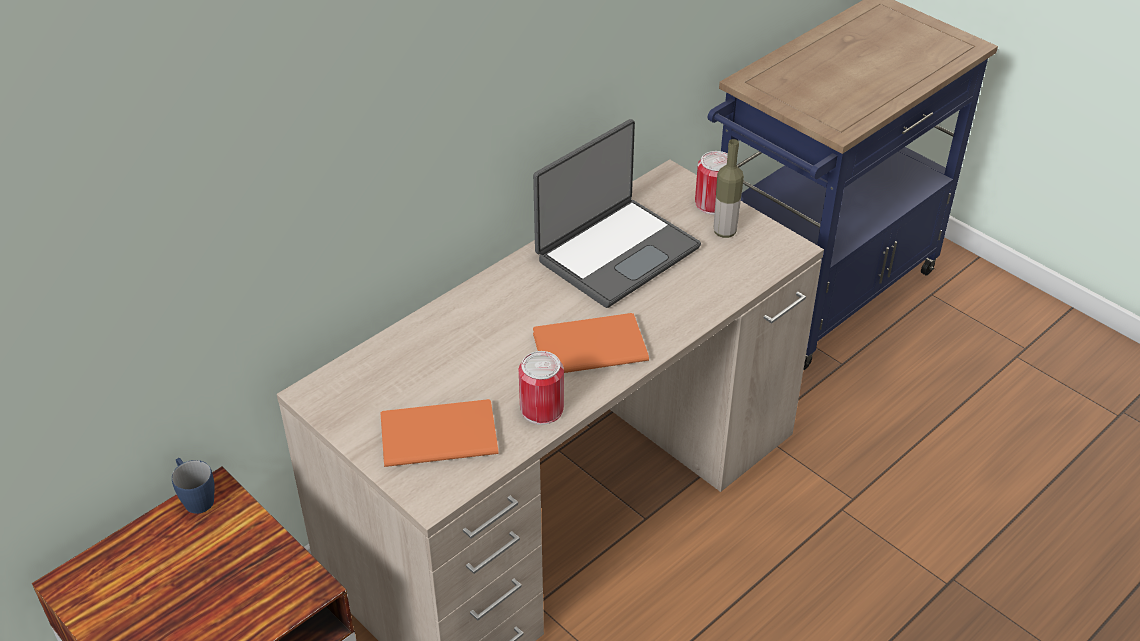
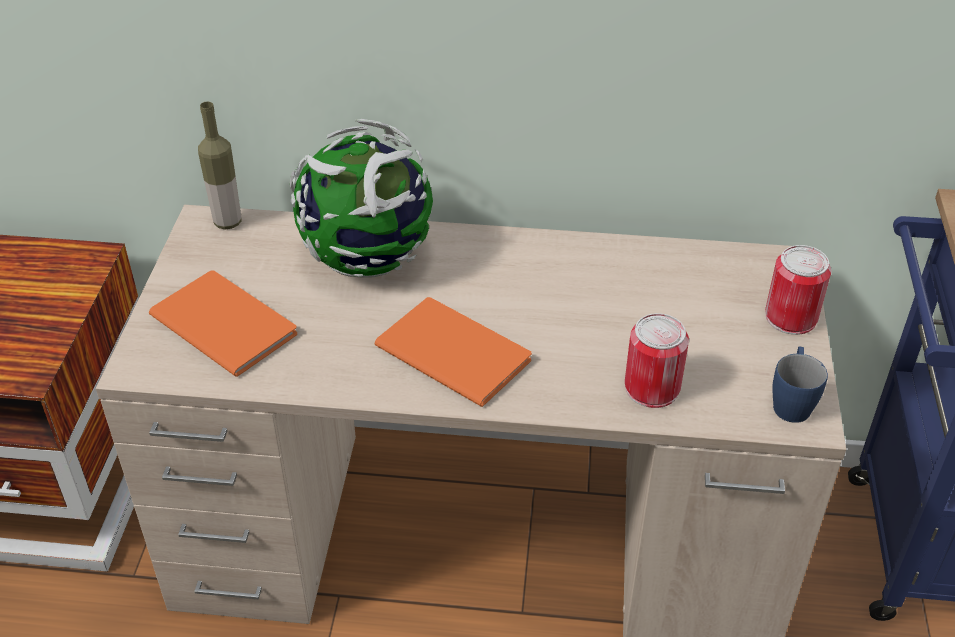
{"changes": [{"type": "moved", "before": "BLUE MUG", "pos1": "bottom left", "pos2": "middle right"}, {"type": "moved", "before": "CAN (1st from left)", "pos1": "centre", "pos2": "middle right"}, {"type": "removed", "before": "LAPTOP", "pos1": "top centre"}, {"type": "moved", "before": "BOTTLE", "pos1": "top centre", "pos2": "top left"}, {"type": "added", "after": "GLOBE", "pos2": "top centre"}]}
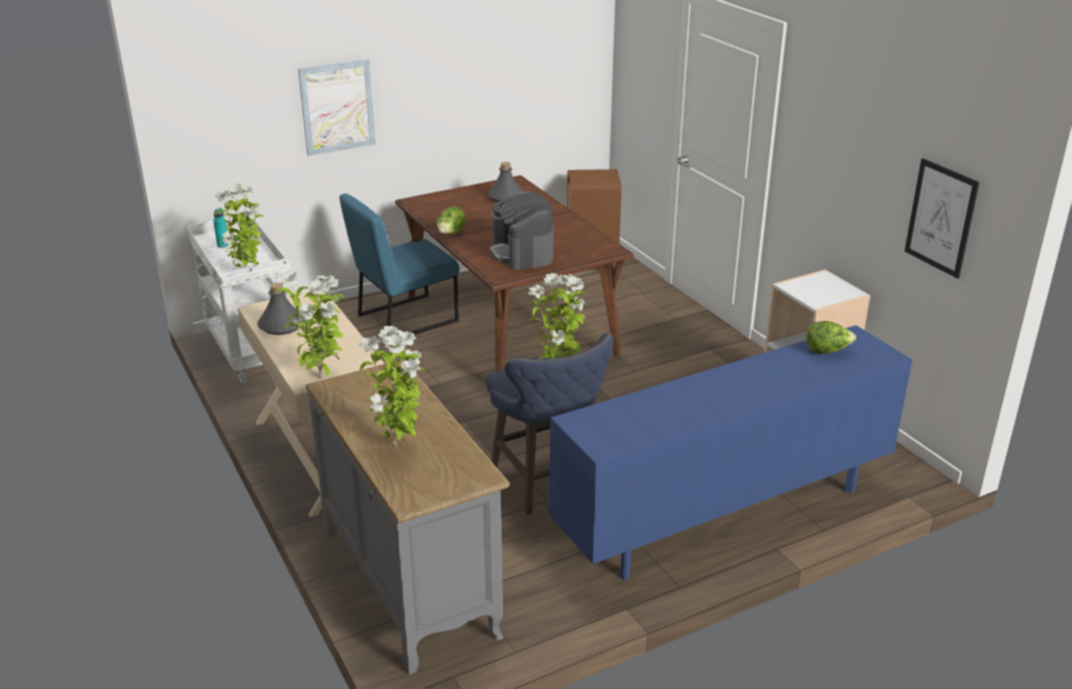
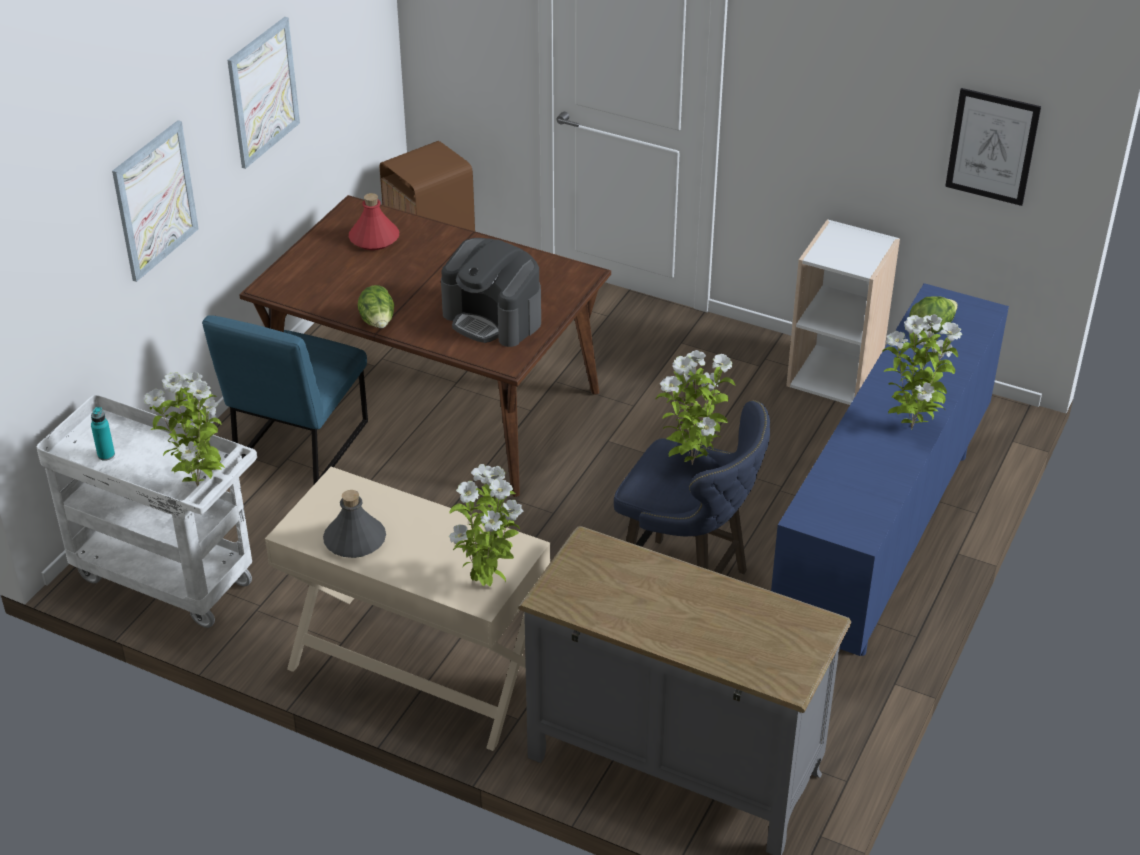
{"changes": [{"type": "moved", "before": "POTTED PLANT (3rd from left in the first image)", "after": "POTTED PLANT (4th from left)", "pos1": "centre", "pos2": "middle right"}, {"type": "recoloured", "before": "GREY BOTTLE (2nd from left)", "after": "RED BOTTLE", "pos1": "top centre", "pos2": "top left"}, {"type": "added", "after": "PICTURE (2nd from left)", "pos2": "top left"}]}
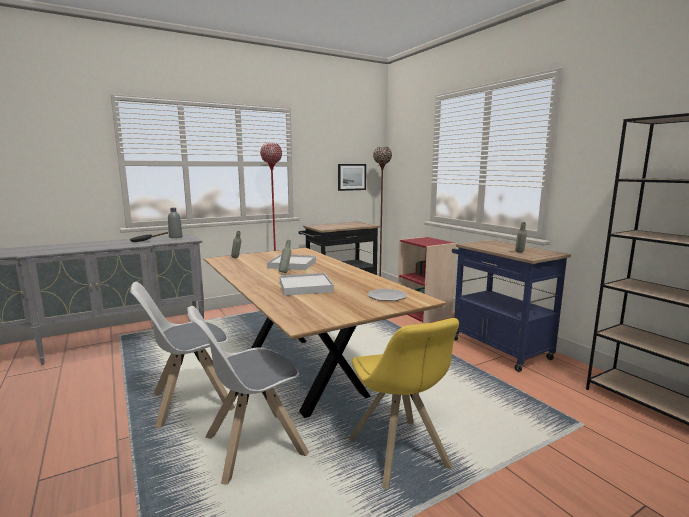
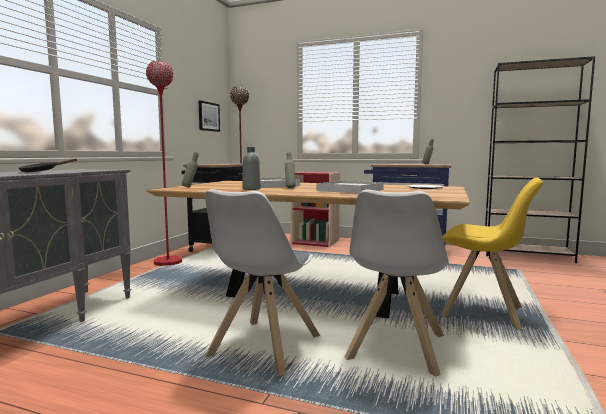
{"changes": [{"type": "moved", "before": "GREY BOTTLE (1st from left in the first image)", "after": "GREY BOTTLE (2nd from left)", "pos1": "middle left", "pos2": "centre"}]}
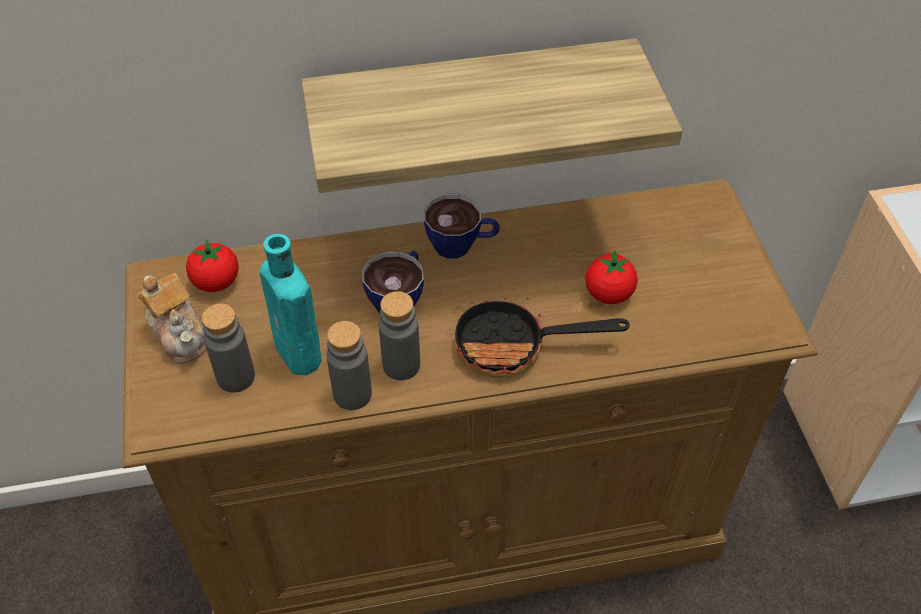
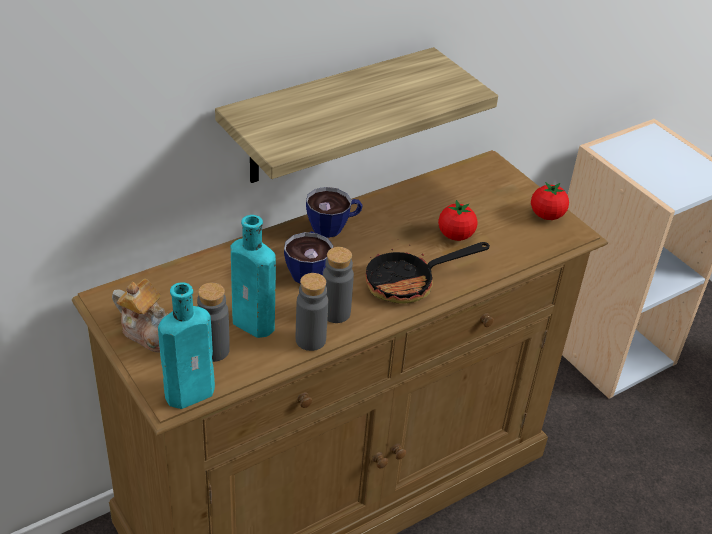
{"changes": [{"type": "moved", "before": "TOMATO (1st from left in the first image)", "after": "TOMATO (2nd from left)", "pos1": "middle left", "pos2": "middle right"}, {"type": "added", "after": "TURQUOISE BOTTLE (1st from left)", "pos2": "middle left"}]}
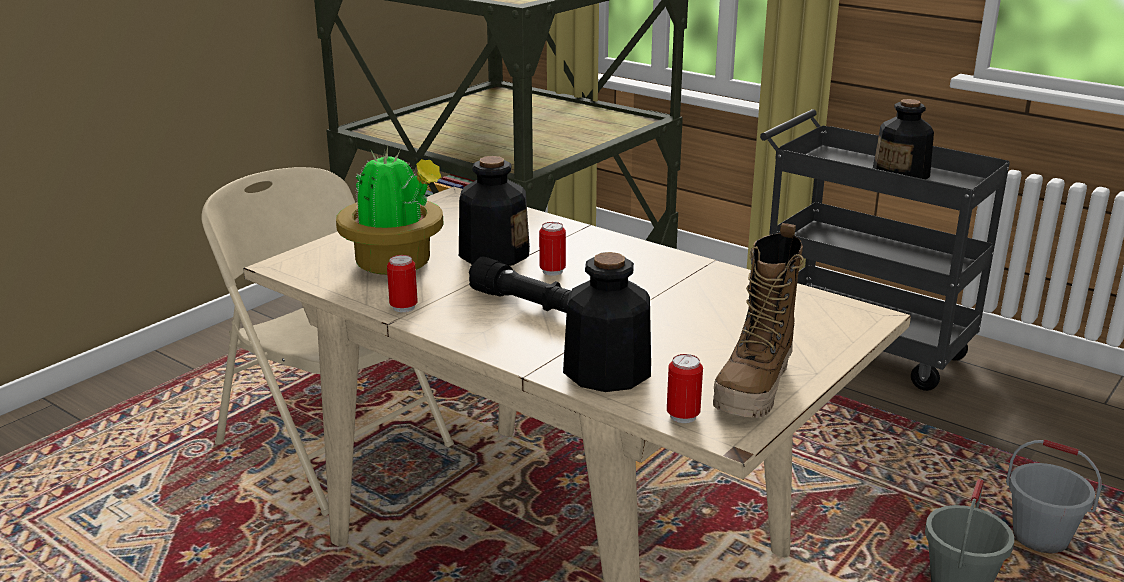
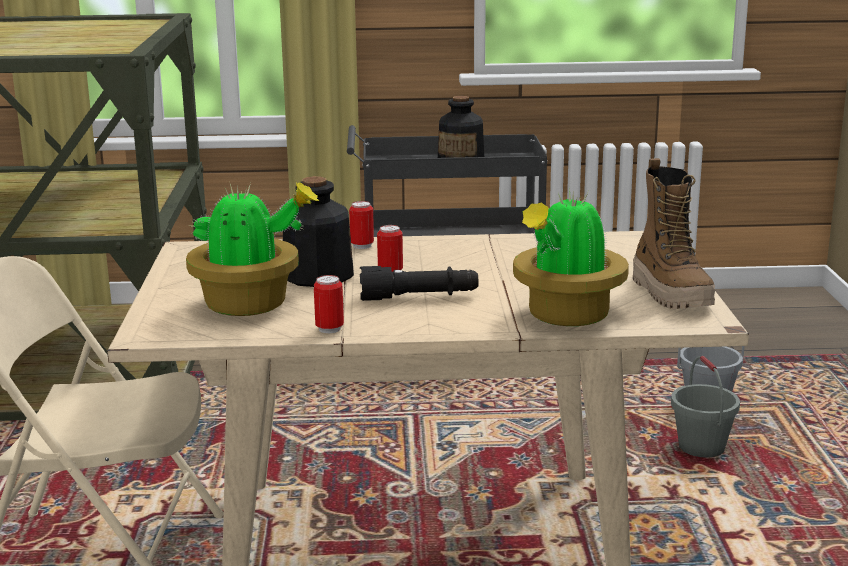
{"changes": [{"type": "replaced", "before": "BOTTLE (2nd from left)", "after": "POTTED PLANT (2nd from left)", "pos1": "centre", "pos2": "middle right"}, {"type": "moved", "before": "CAN (3rd from left in the first image)", "after": "CAN (2nd from left)", "pos1": "bottom centre", "pos2": "centre"}]}
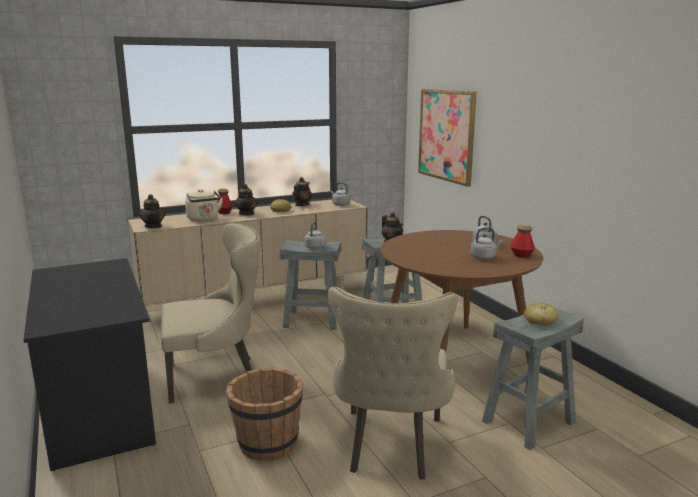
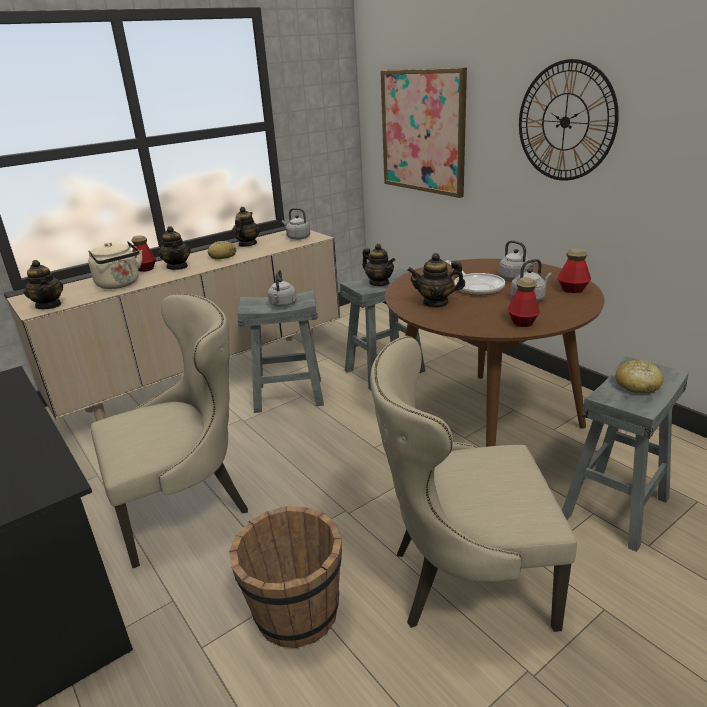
{"changes": [{"type": "turned", "before": "BEIGE CHAIR (2nd from left)", "pos1": "bottom centre", "pos2": "bottom right", "turn": 90}, {"type": "added", "after": "TEAPOT (5th from left)", "pos2": "centre"}, {"type": "added", "after": "FRYING PAN", "pos2": "middle right"}, {"type": "added", "after": "BOTTLE (2nd from left)", "pos2": "middle right"}, {"type": "added", "after": "WALL CLOCK", "pos2": "top right"}]}
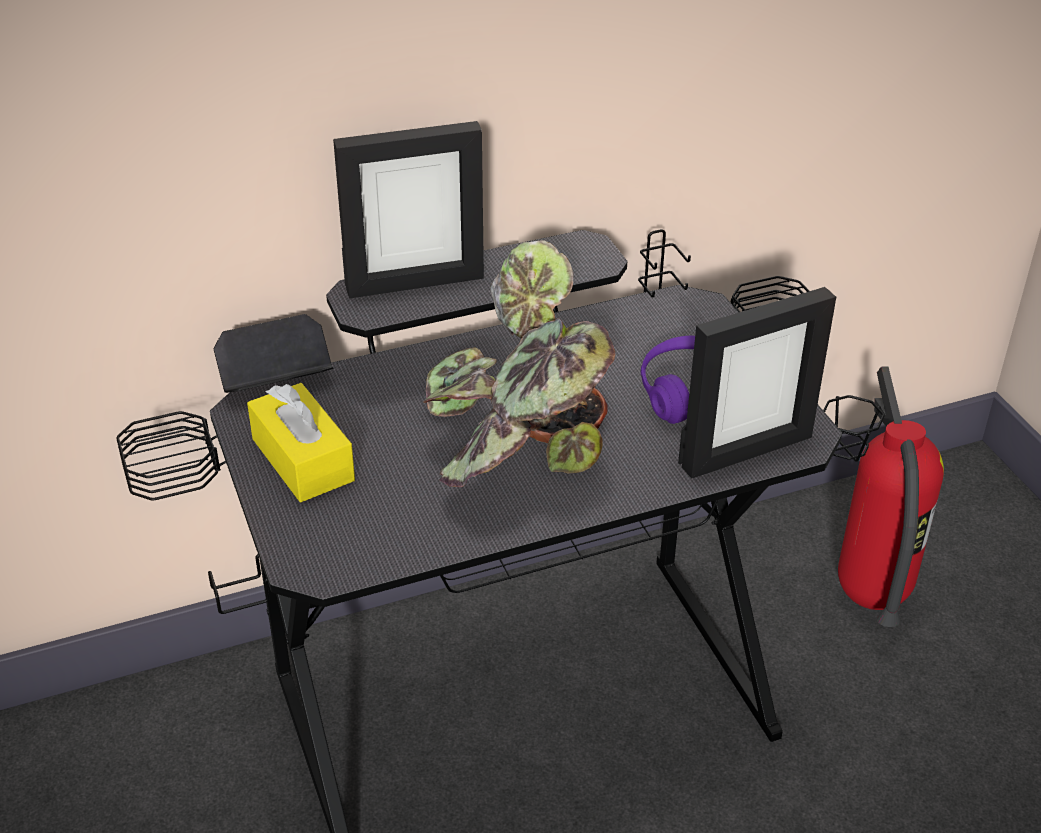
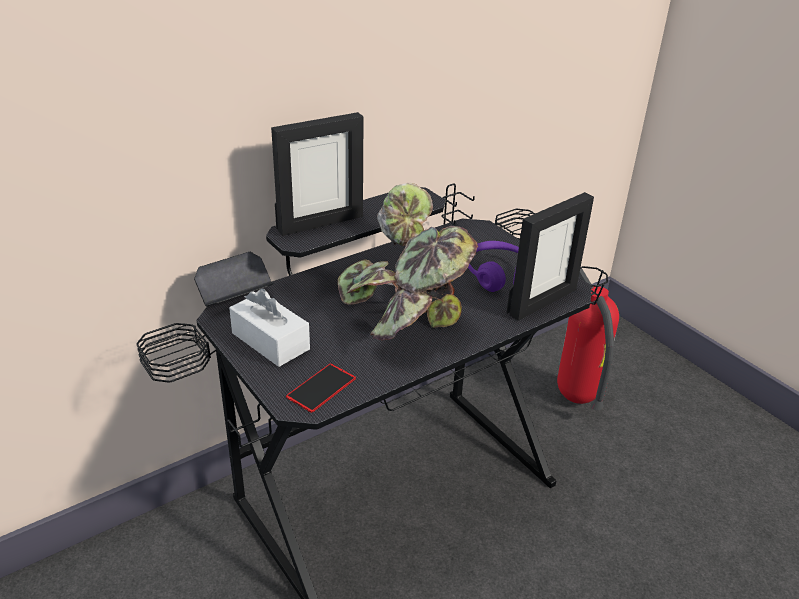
{"changes": [{"type": "recoloured", "before": "YELLOW TISSUE BOX", "after": "WHITE TISSUE BOX", "pos1": "middle left", "pos2": "centre"}, {"type": "added", "after": "PHONE", "pos2": "centre"}]}
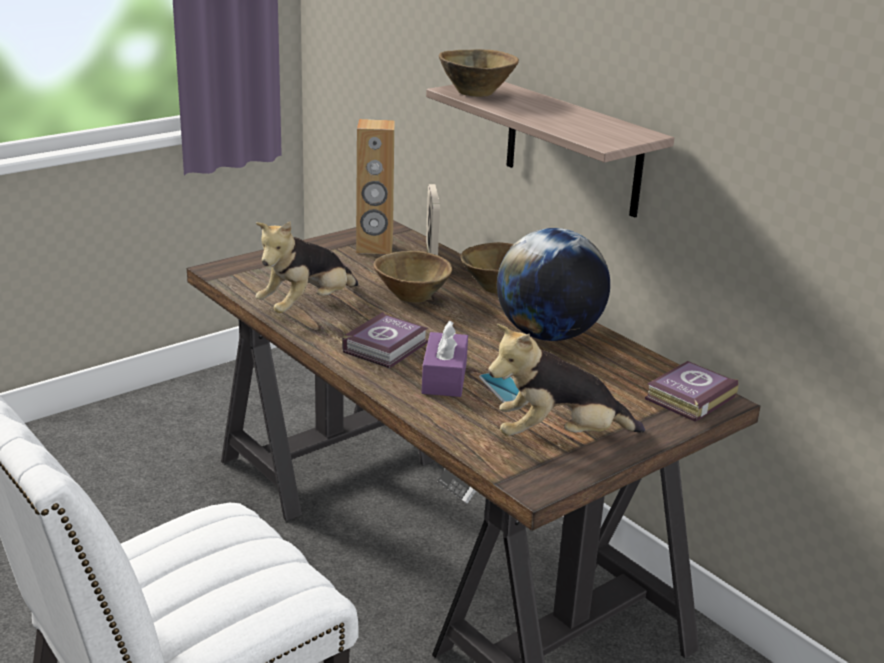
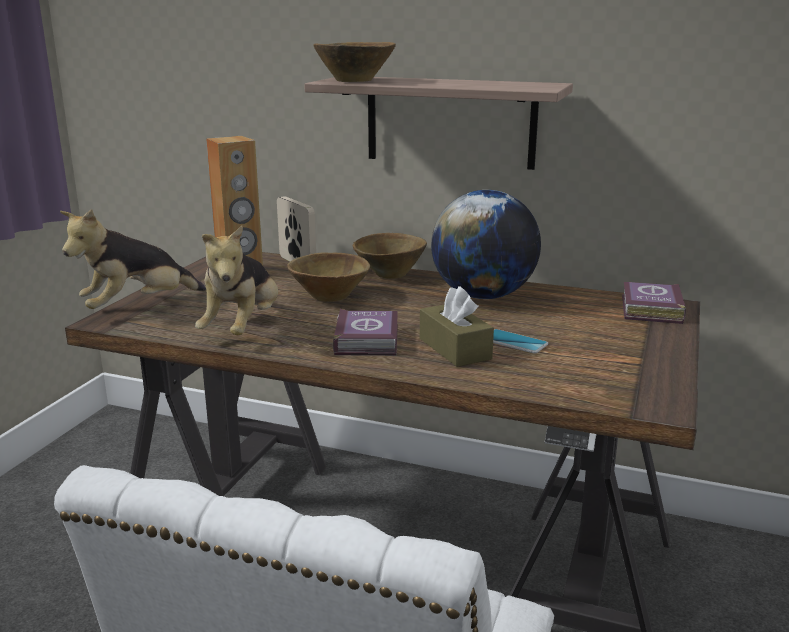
{"changes": [{"type": "recoloured", "before": "PURPLE TISSUE BOX", "after": "BROWN TISSUE BOX", "pos1": "centre", "pos2": "centre"}, {"type": "moved", "before": "PLUSH TOY (2nd from left in the first image)", "after": "PLUSH TOY (1st from left)", "pos1": "centre", "pos2": "middle left"}]}
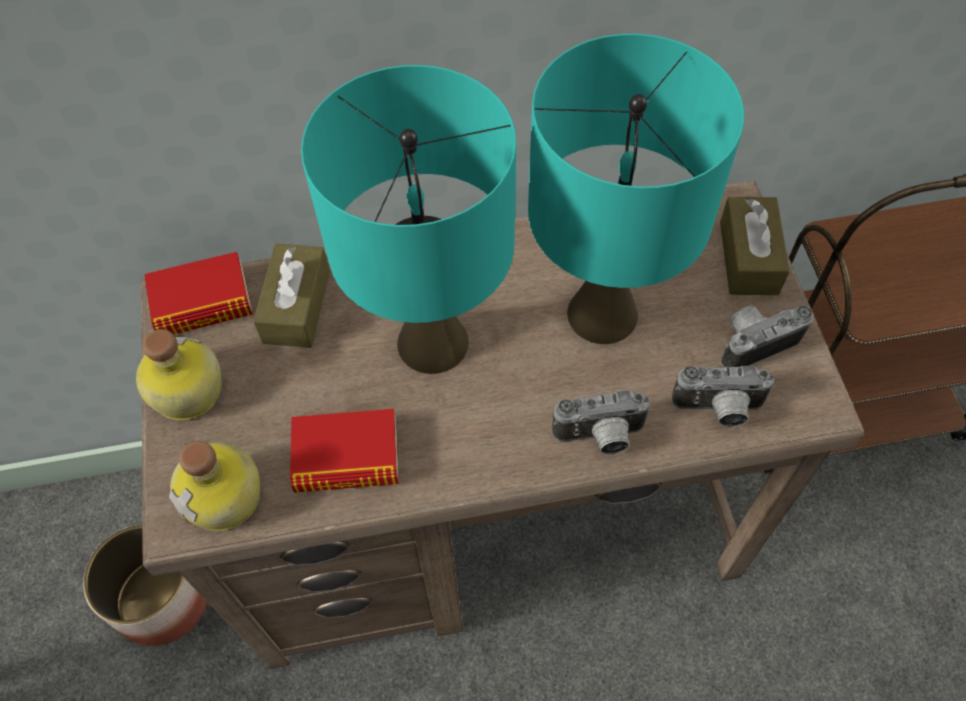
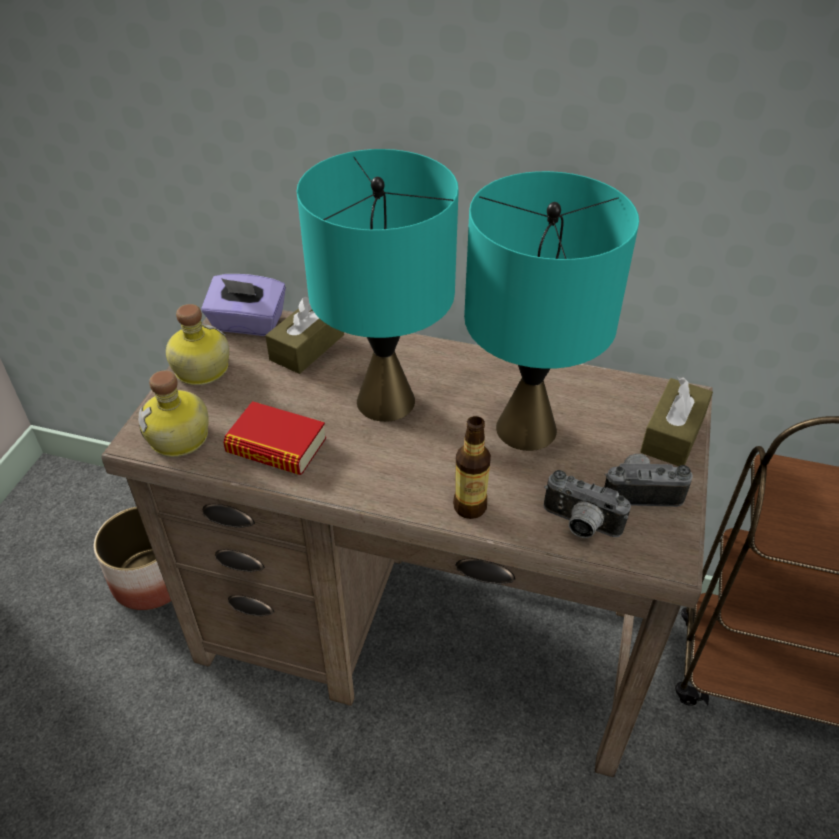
{"changes": [{"type": "replaced", "before": "BOOK (1st from left)", "after": "PURPLE TISSUE BOX", "pos1": "middle left", "pos2": "middle left"}, {"type": "replaced", "before": "PHOTO CAMERA (1st from left)", "after": "BOTTLE (3rd from left)", "pos1": "centre", "pos2": "centre"}]}
